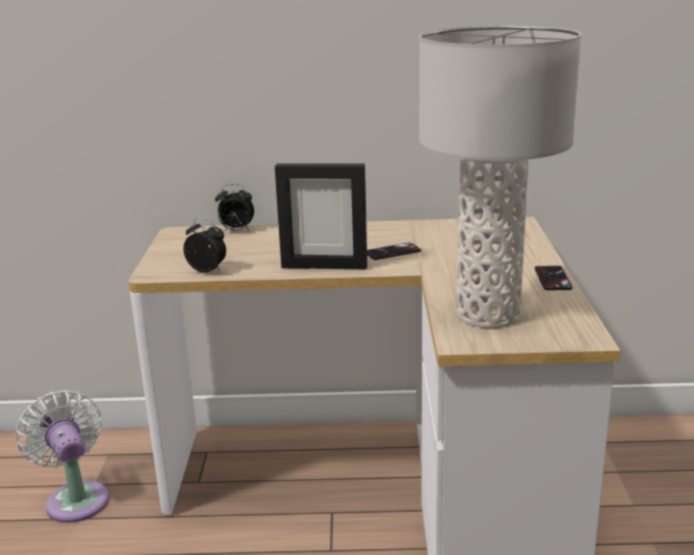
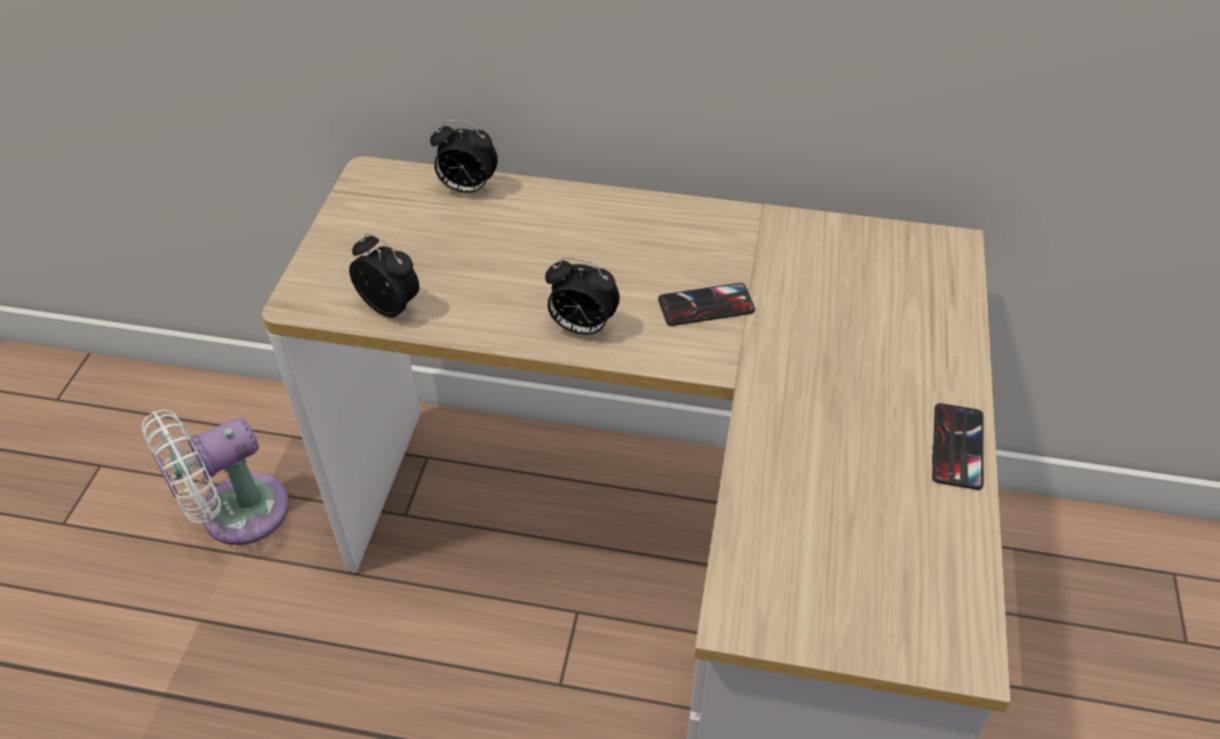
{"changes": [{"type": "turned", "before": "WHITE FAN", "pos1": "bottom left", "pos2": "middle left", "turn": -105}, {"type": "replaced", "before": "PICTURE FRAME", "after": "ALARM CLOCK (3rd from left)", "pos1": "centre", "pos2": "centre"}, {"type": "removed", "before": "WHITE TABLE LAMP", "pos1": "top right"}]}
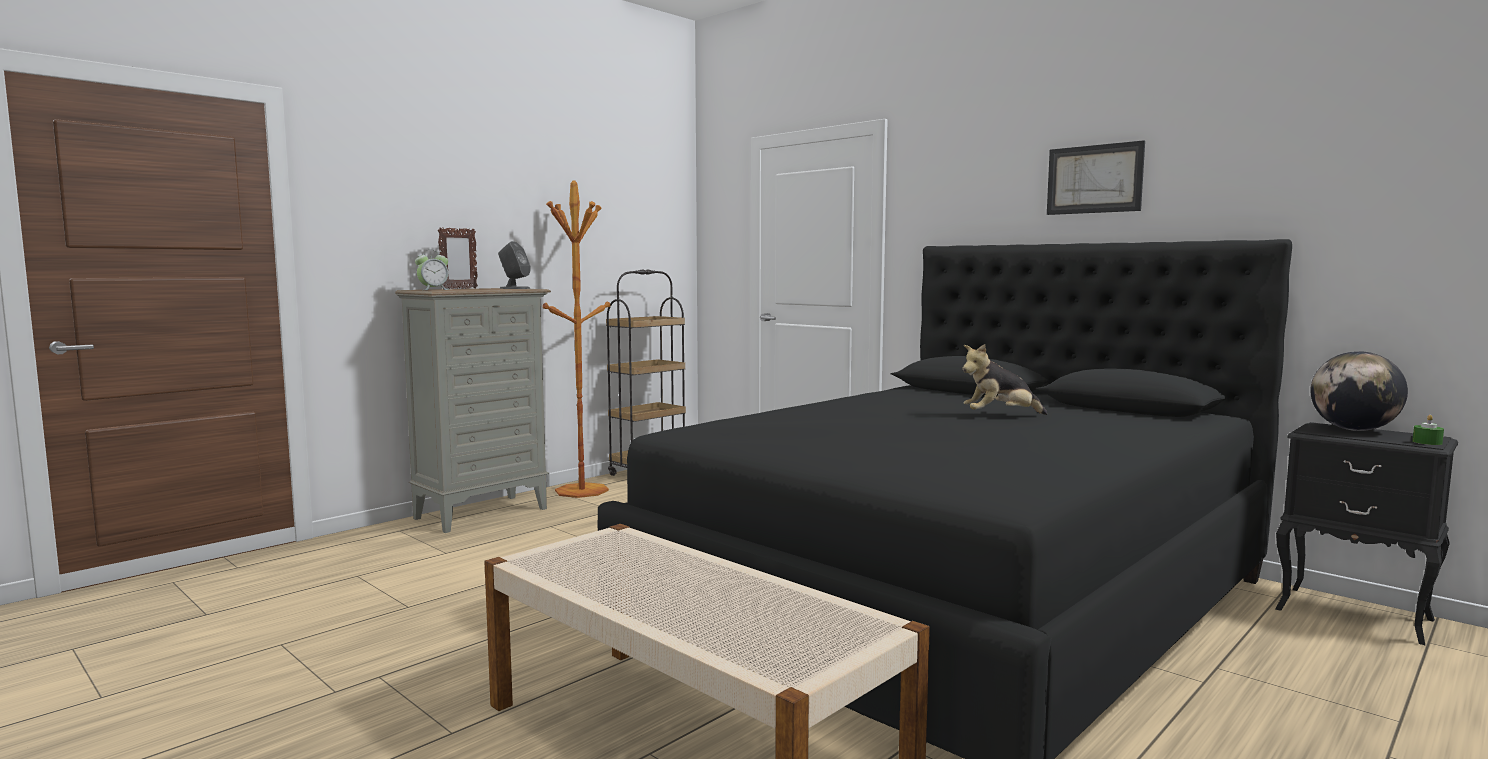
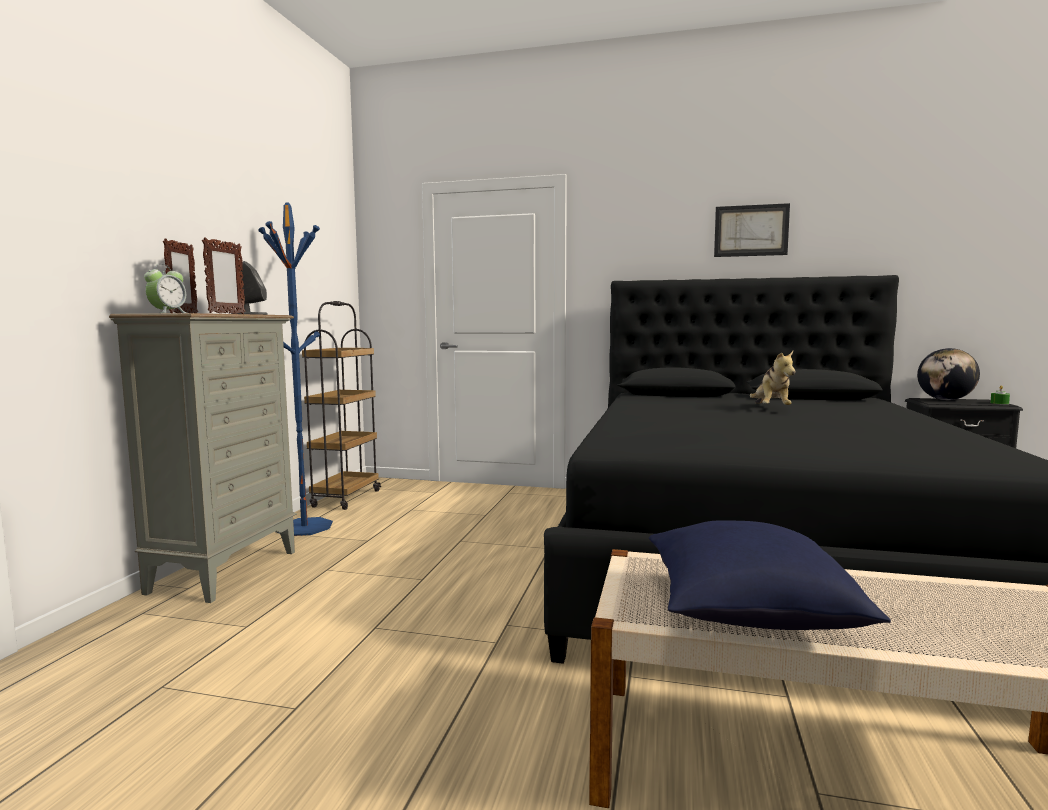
{"changes": [{"type": "recoloured", "before": "ORANGE CLOTHES RACK", "after": "BLUE CLOTHES RACK", "pos1": "centre", "pos2": "middle left"}, {"type": "turned", "before": "PLUSH TOY", "pos1": "middle right", "pos2": "middle right", "turn": -45}, {"type": "added", "after": "PICTURE FRAME (2nd from left)", "pos2": "middle left"}, {"type": "added", "after": "BLUE PILLOW", "pos2": "bottom right"}]}
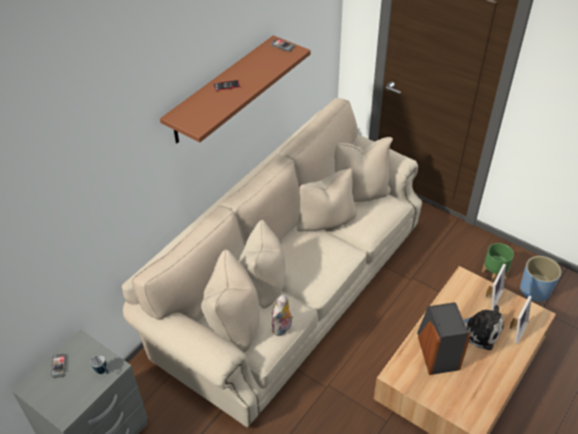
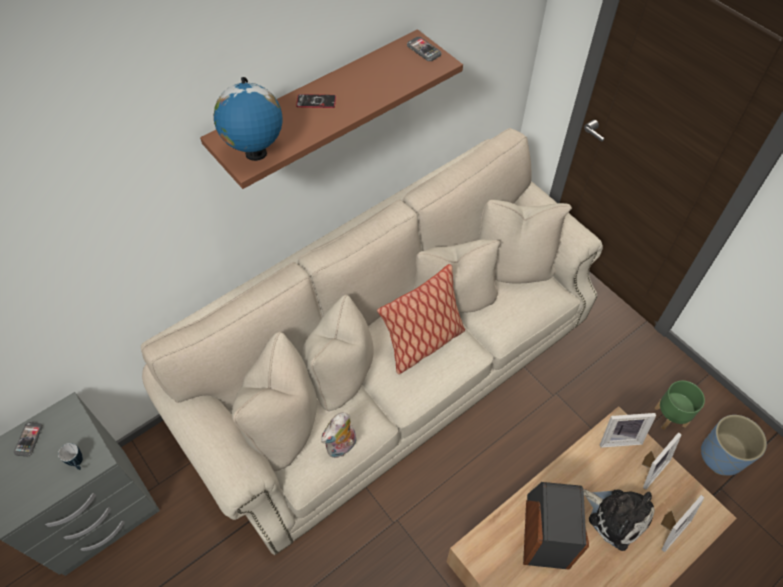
{"changes": [{"type": "added", "after": "GLOBE", "pos2": "top left"}, {"type": "added", "after": "PILLOW", "pos2": "centre"}, {"type": "added", "after": "PICTURE FRAME (1st from left)", "pos2": "bottom right"}]}
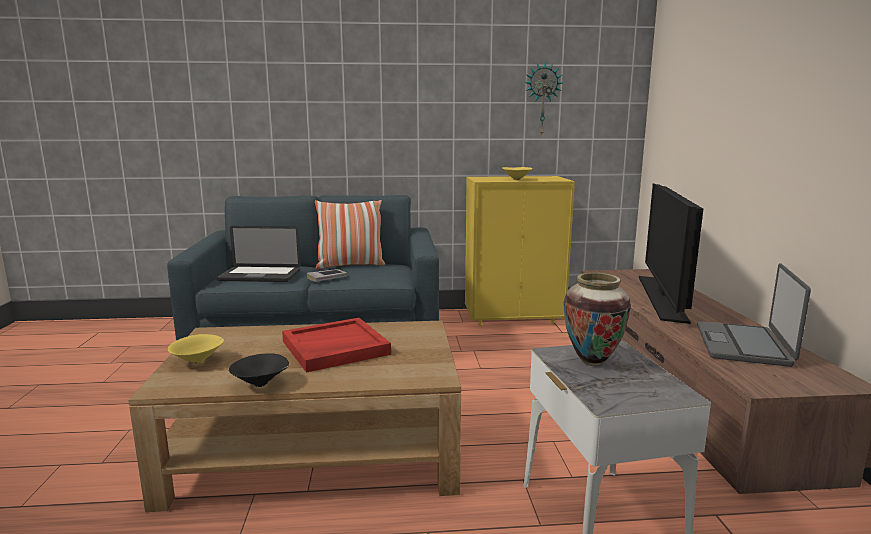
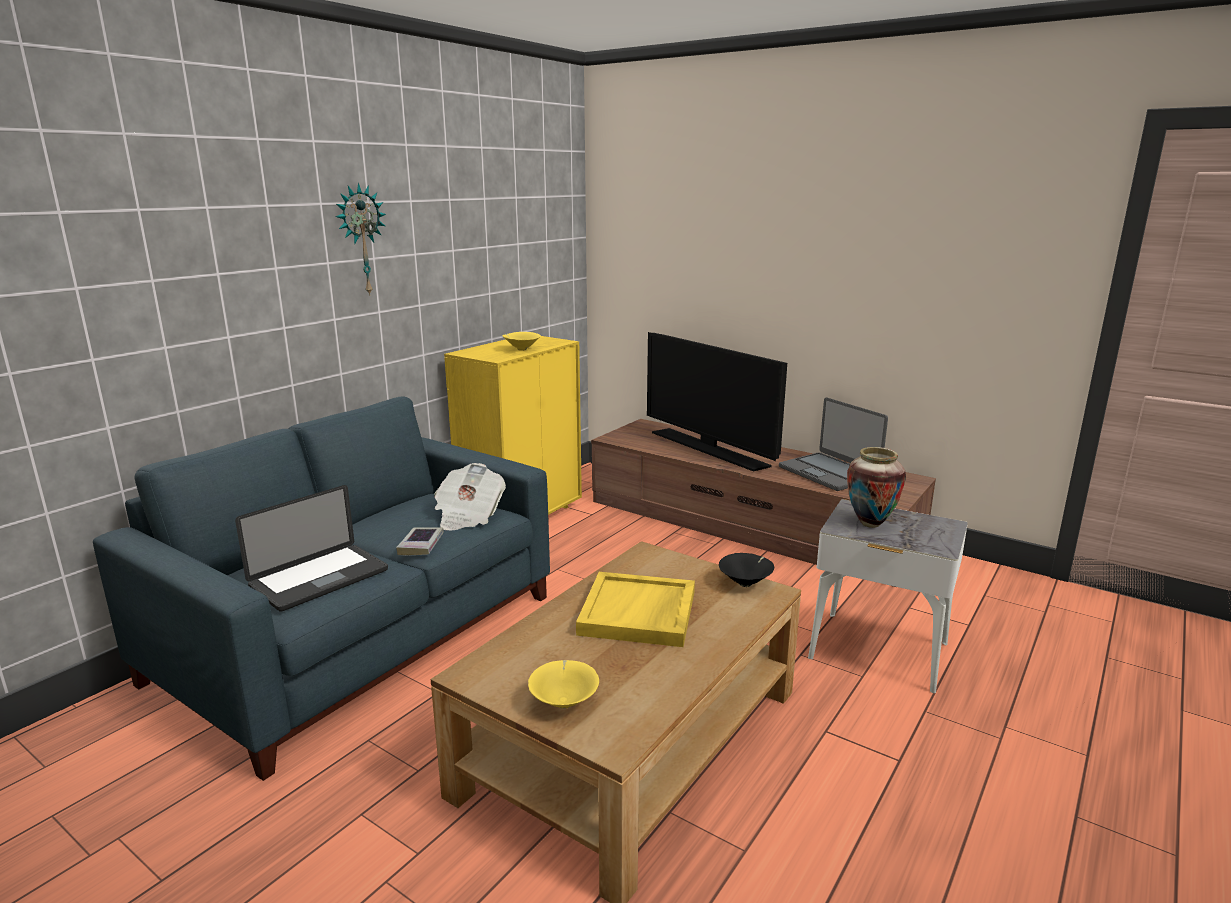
{"changes": [{"type": "moved", "before": "BLACK BOWL", "pos1": "bottom left", "pos2": "centre"}, {"type": "recoloured", "before": "RED TRAY", "after": "YELLOW TRAY", "pos1": "centre", "pos2": "bottom centre"}, {"type": "removed", "before": "PILLOW", "pos1": "centre"}, {"type": "moved", "before": "WALL CLOCK", "pos1": "top centre", "pos2": "top left"}, {"type": "added", "after": "NEWSPAPER", "pos2": "centre"}]}
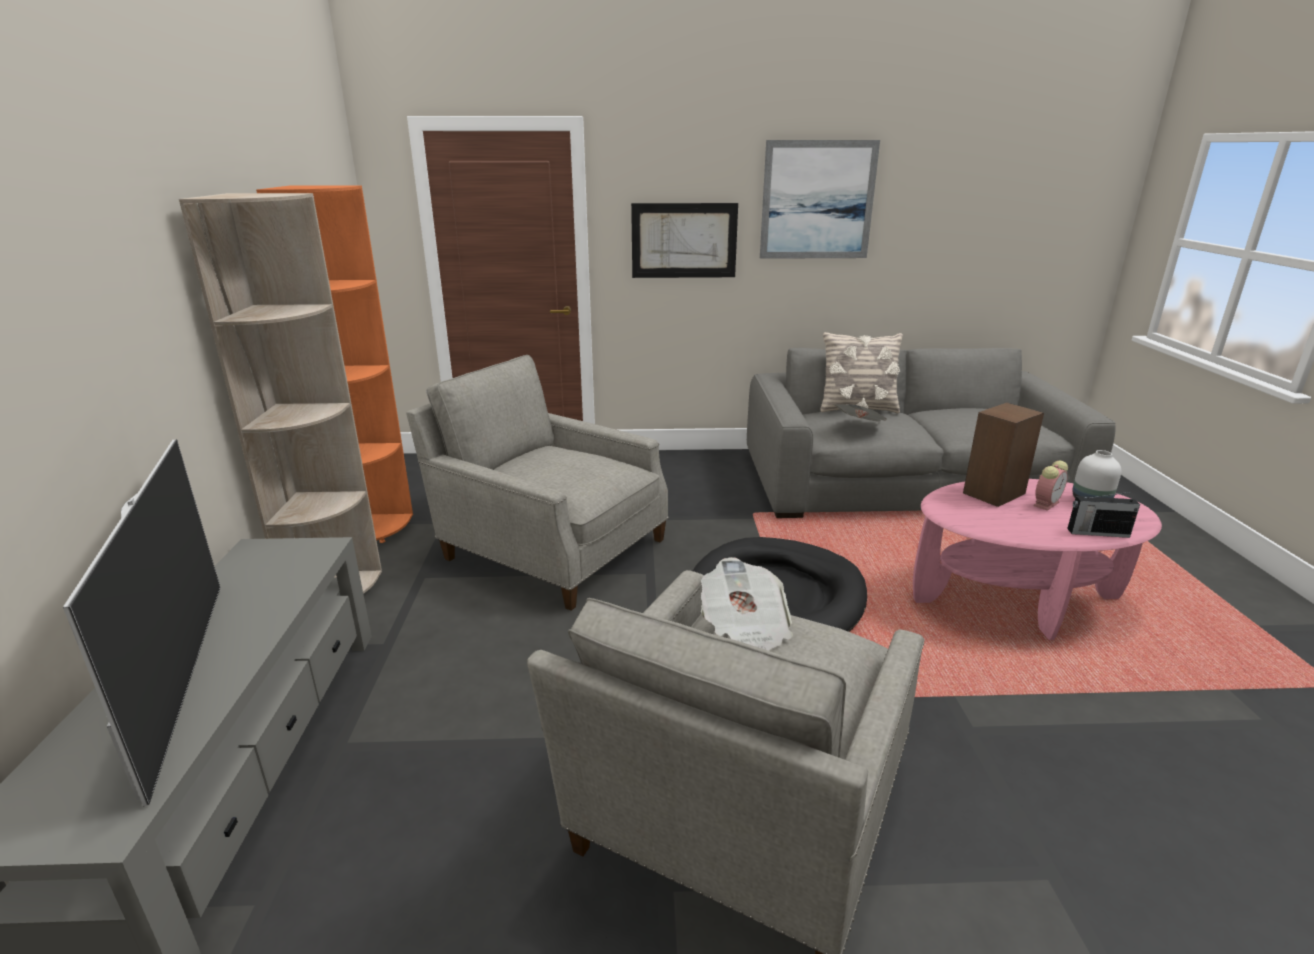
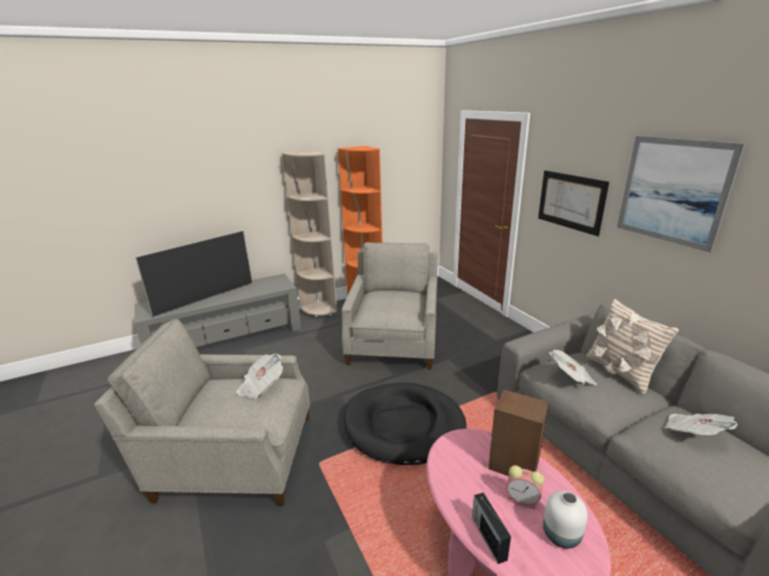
{"changes": [{"type": "added", "after": "NEWSPAPER (3rd from left)", "pos2": "bottom right"}]}
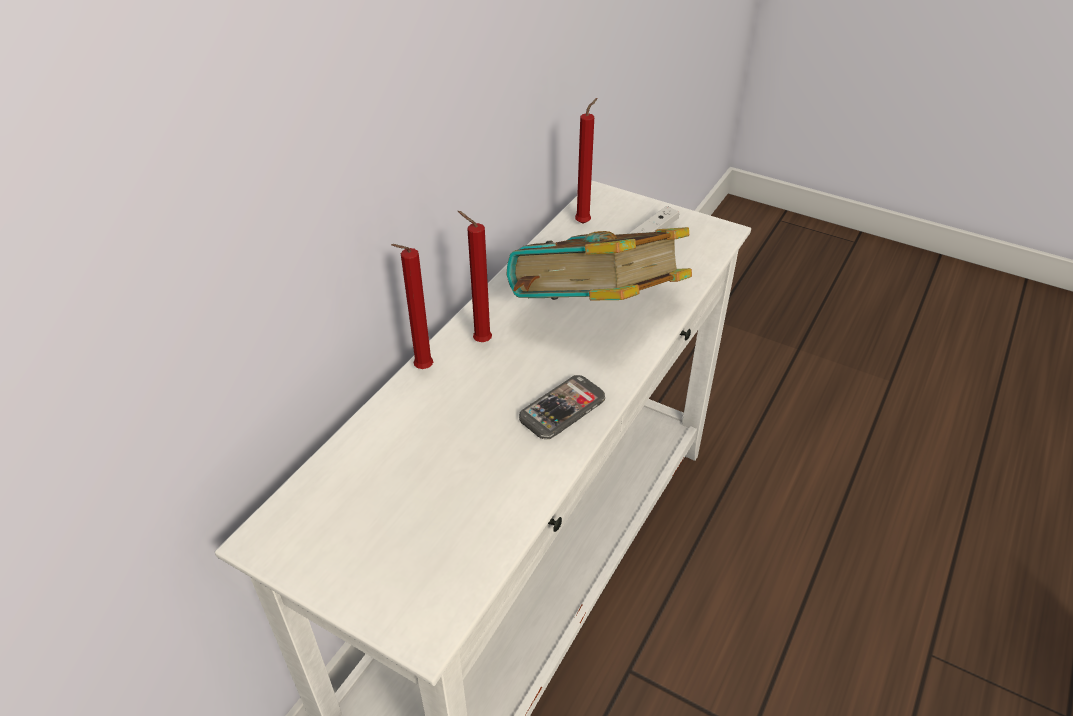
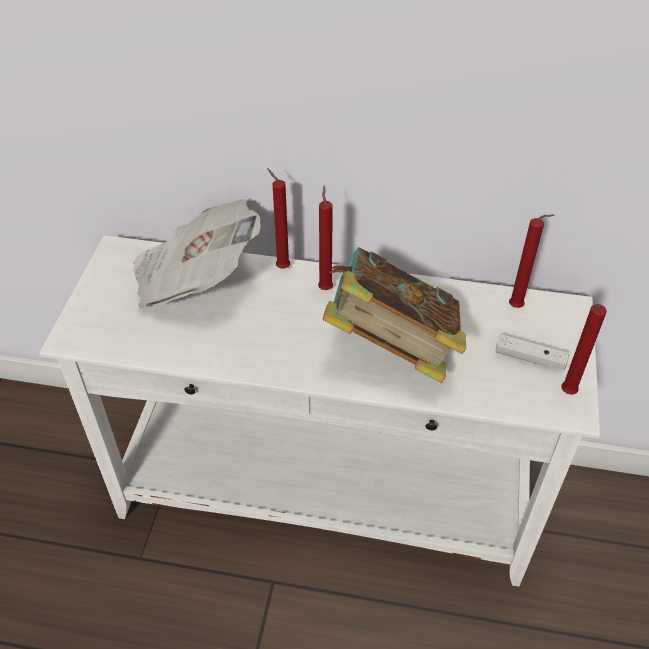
{"changes": [{"type": "removed", "before": "PHONE", "pos1": "centre"}, {"type": "added", "after": "NEWSPAPER", "pos2": "middle left"}, {"type": "added", "after": "RED CANDLE (4th from left)", "pos2": "middle right"}]}
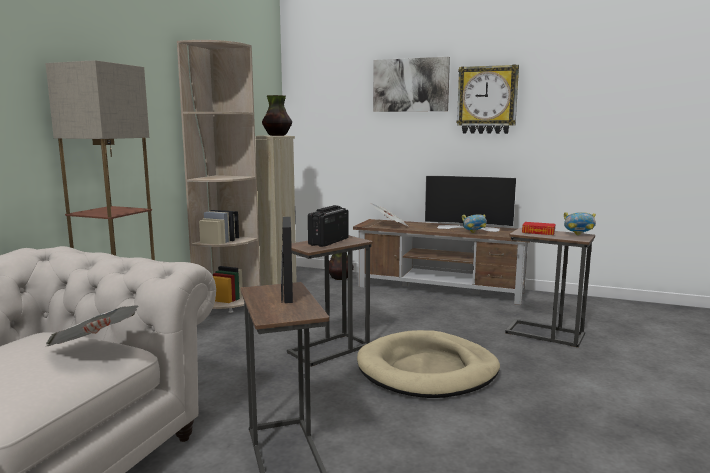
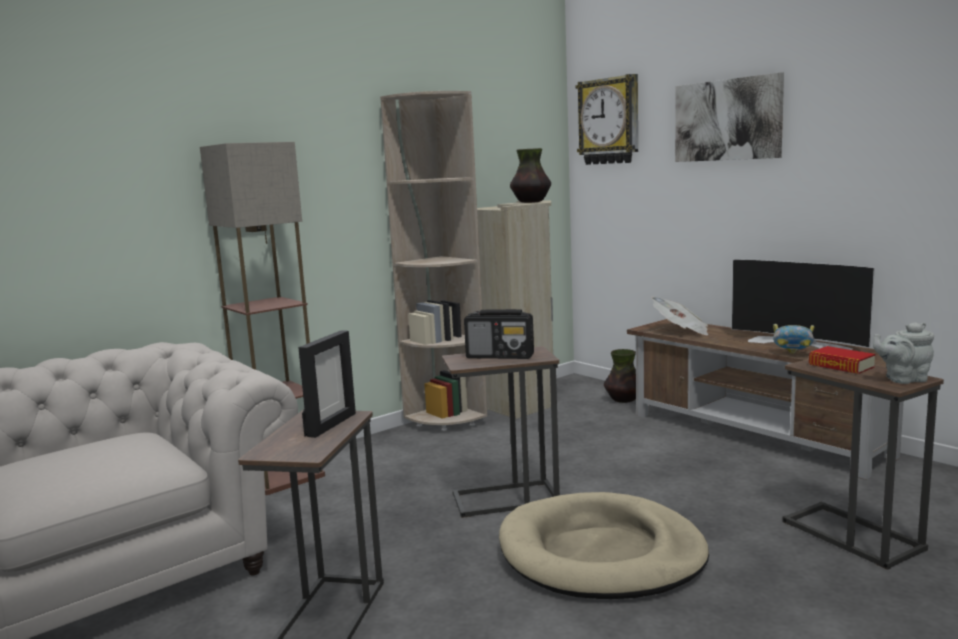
{"changes": [{"type": "removed", "before": "NEWSPAPER (1st from left)", "pos1": "bottom left"}, {"type": "turned", "before": "RADIO", "pos1": "centre", "pos2": "centre", "turn": -135}, {"type": "moved", "before": "WALL CLOCK", "pos1": "top right", "pos2": "top centre"}, {"type": "replaced", "before": "BOWL (2nd from left)", "after": "GREY TEAPOT", "pos1": "middle right", "pos2": "middle right"}]}
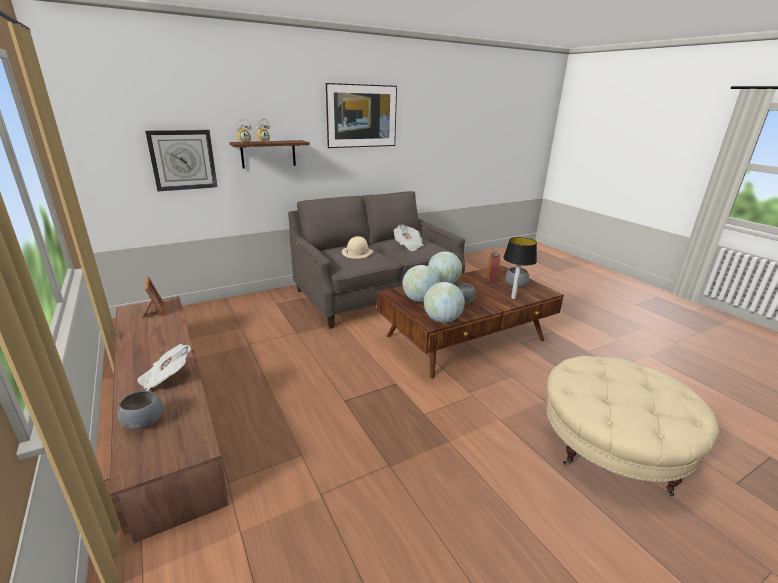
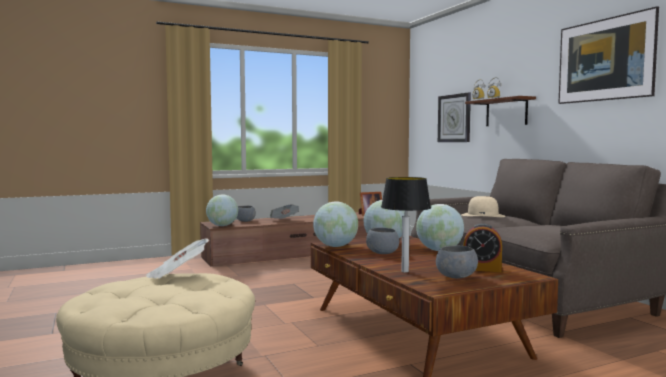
{"changes": [{"type": "moved", "before": "NEWSPAPER (2nd from left in the first image)", "after": "NEWSPAPER (1st from left)", "pos1": "centre", "pos2": "bottom left"}, {"type": "added", "after": "GLOBE (1st from left)", "pos2": "centre"}]}
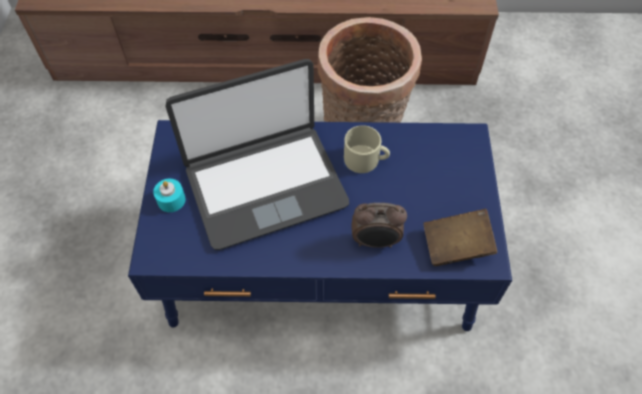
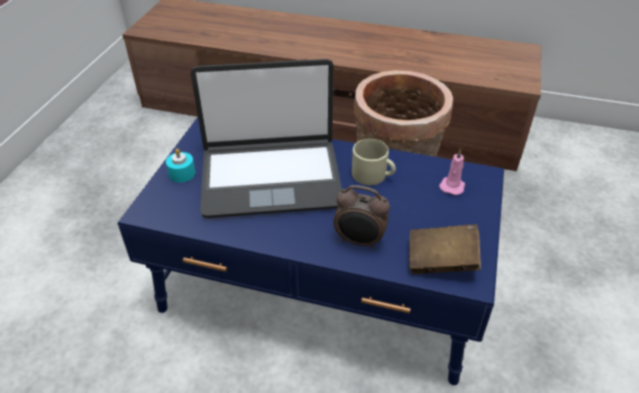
{"changes": [{"type": "added", "after": "PINK CANDLE", "pos2": "middle right"}]}
